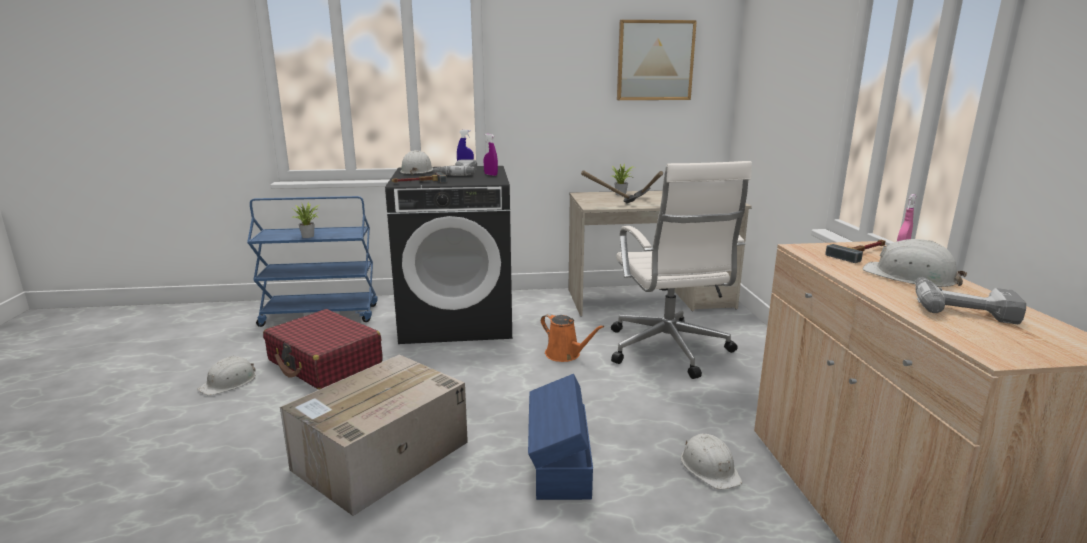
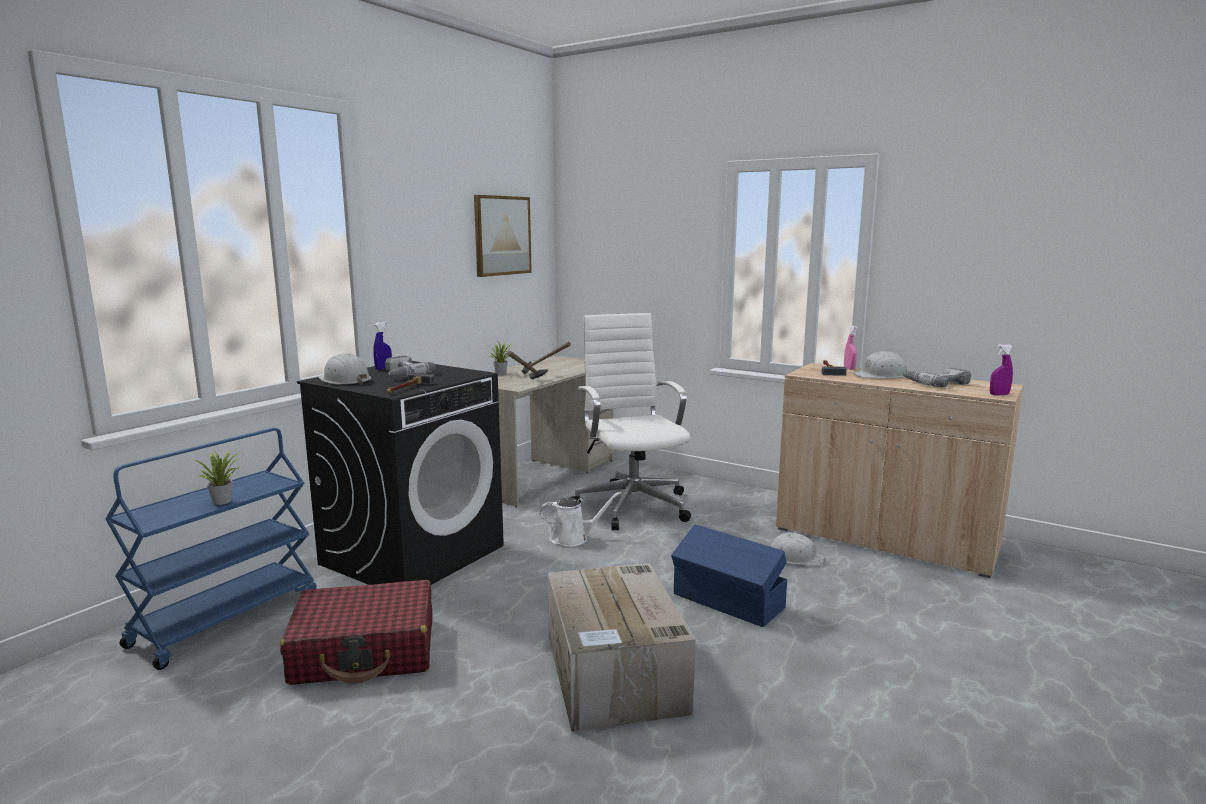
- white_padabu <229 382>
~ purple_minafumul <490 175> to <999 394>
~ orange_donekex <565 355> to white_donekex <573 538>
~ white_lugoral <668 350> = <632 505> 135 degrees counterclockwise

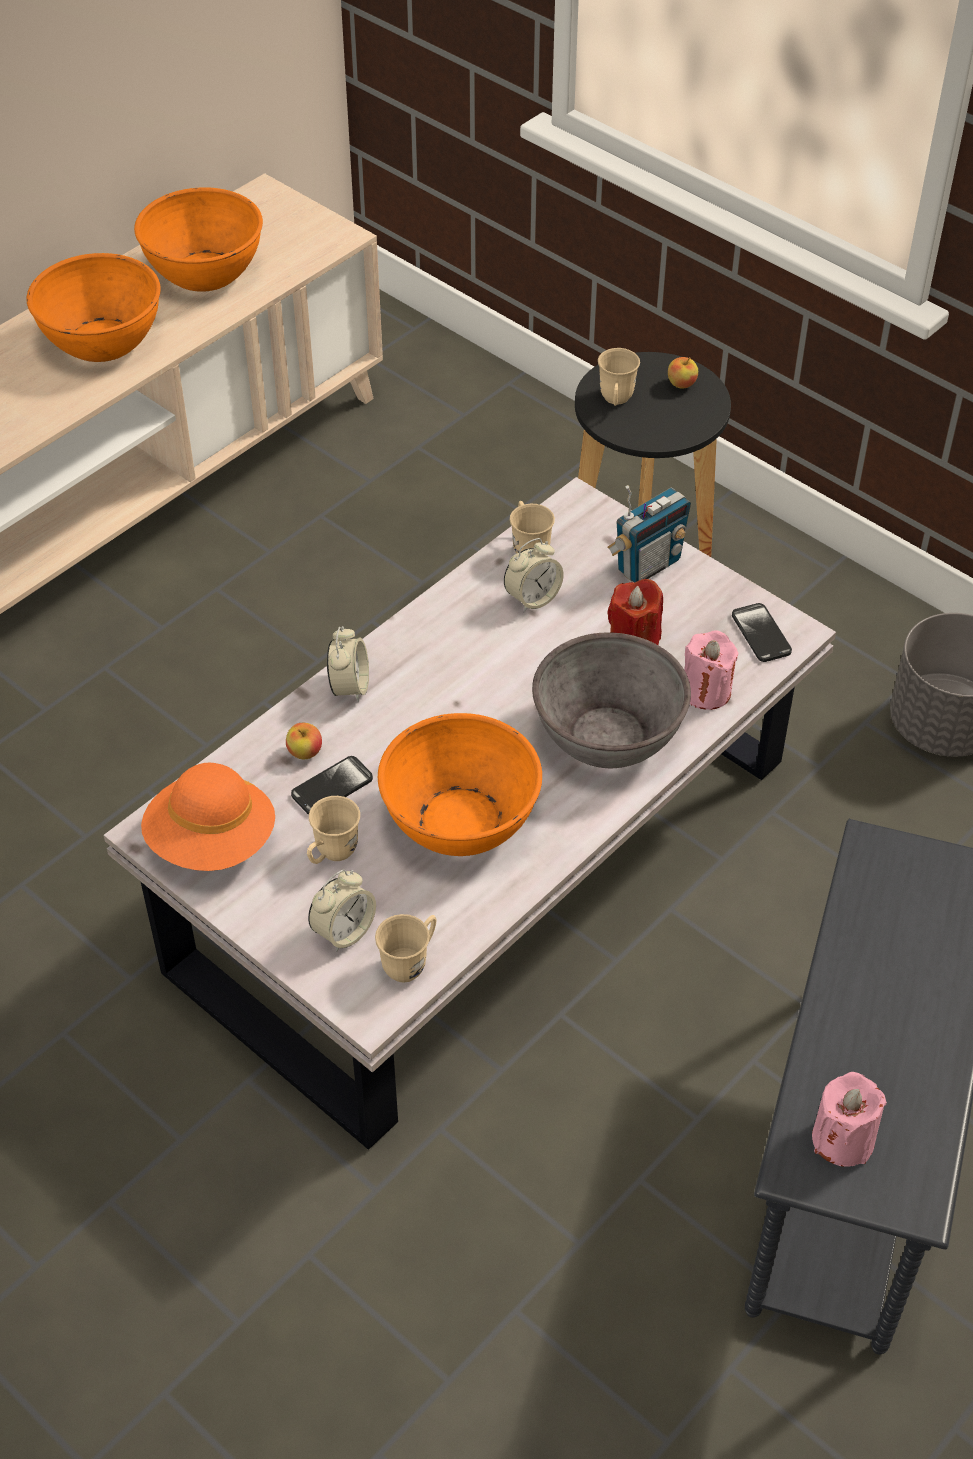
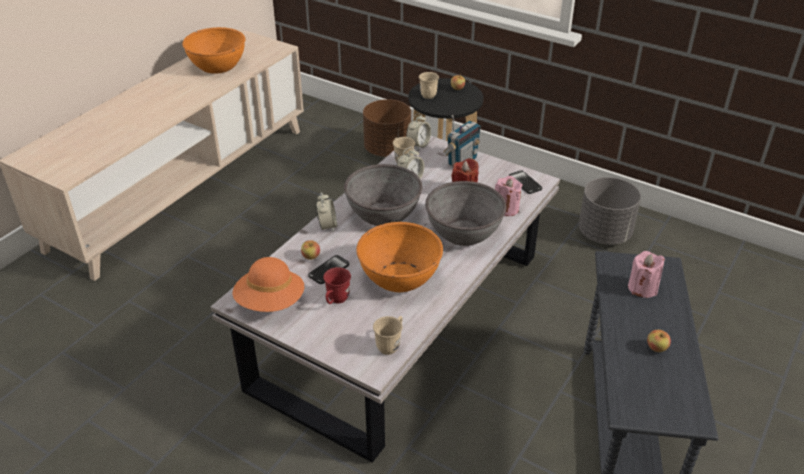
- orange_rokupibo <102 340>
+ grey_rokupibo <383 214>
+ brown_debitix <388 150>
+ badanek <656 348>
~ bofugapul <344 931> to <418 145>
~ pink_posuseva <843 1139> to <642 288>
~ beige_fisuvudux <331 855> to red_fisuvudux <336 300>

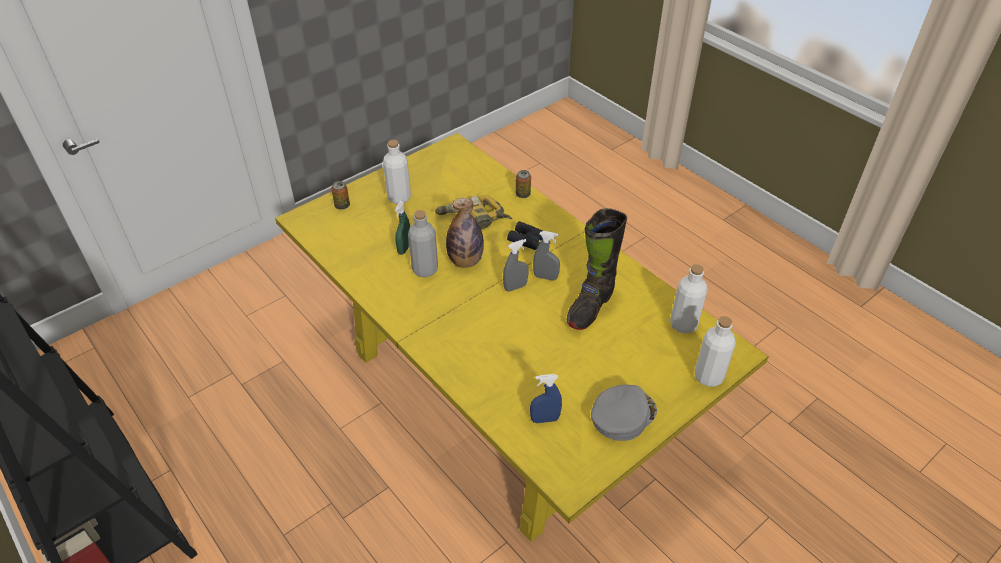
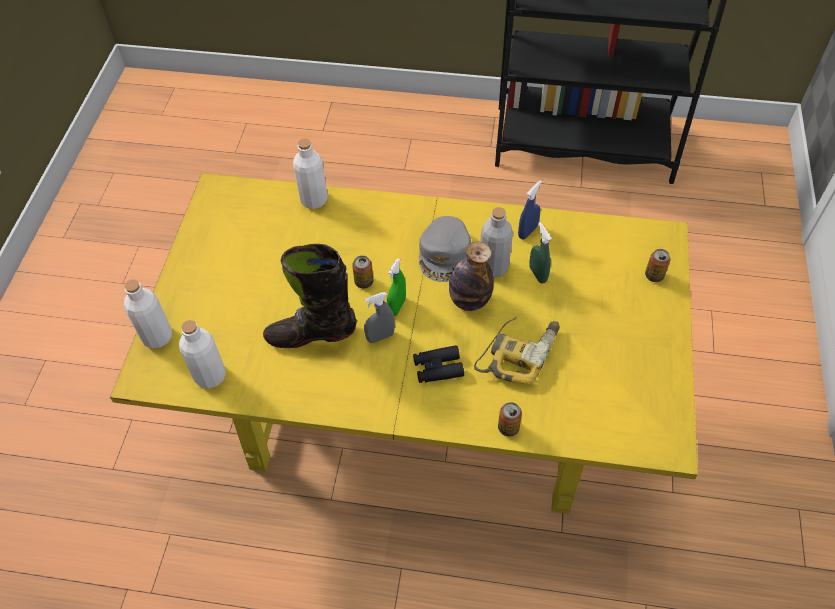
+ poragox <364 282>
~ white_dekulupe <399 197> to <314 200>
~ blue_minafumul <544 419> to <527 232>
~ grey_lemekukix <622 415> to <445 253>
~ grey_minafumul <515 287> to green_minafumul <397 306>
~ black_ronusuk <590 307> = <311 334> 90 degrees counterclockwise

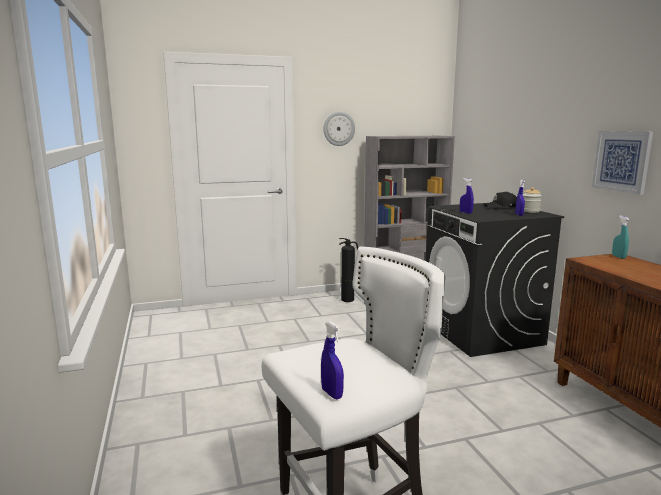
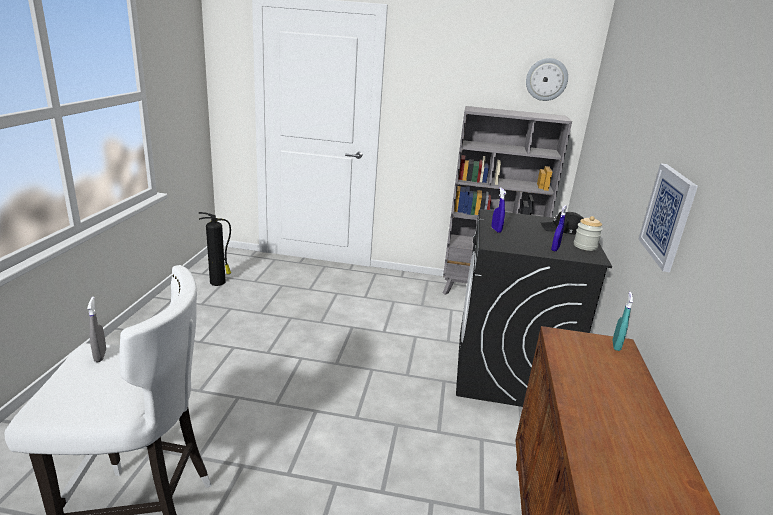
- blue_minafumul <332 394>
+ grey_minafumul <100 356>
~ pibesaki <339 128> to <546 79>
~ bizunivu <348 299> to <218 282>

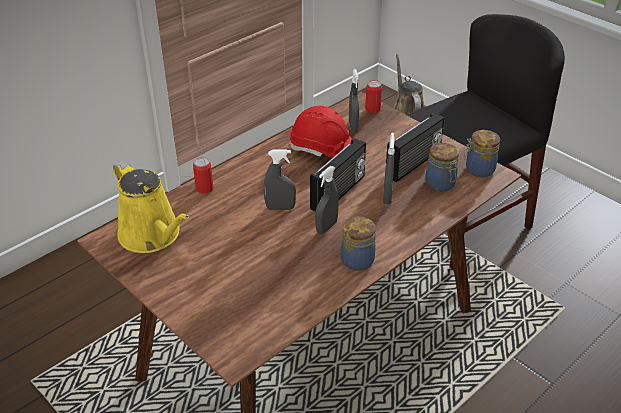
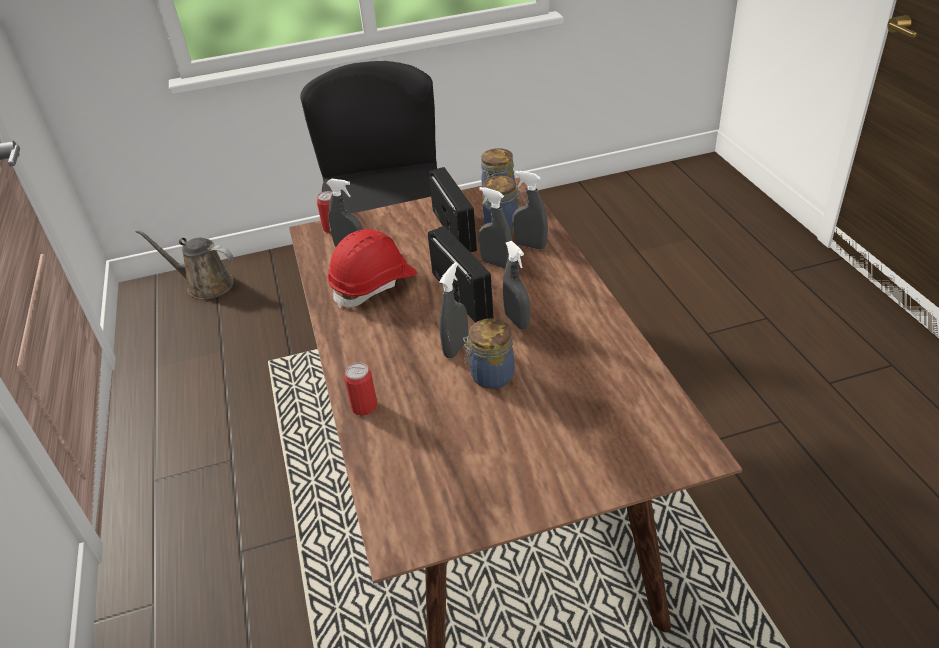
- yellow_donekex <152 235>
+ grey_minafumul <530 245>
~ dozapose <356 259> to <490 376>

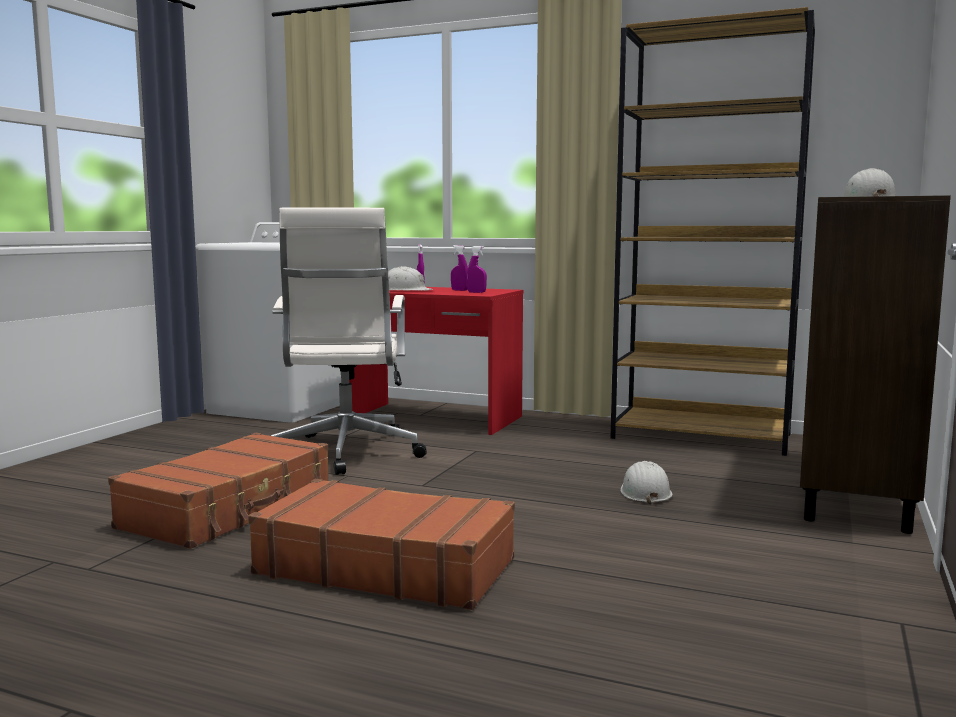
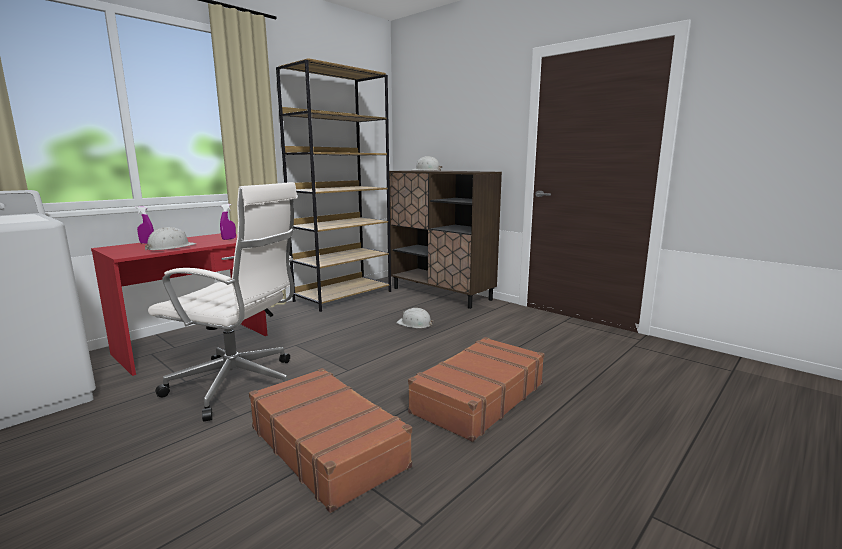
- purple_minafumul <459 290>

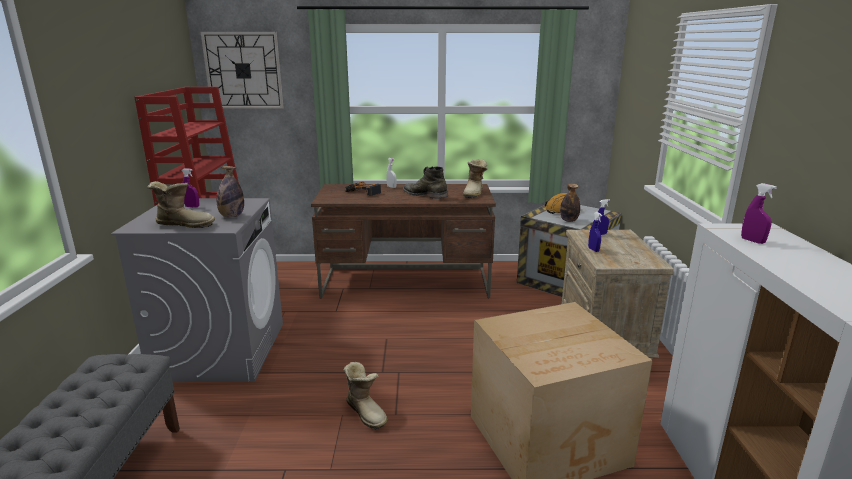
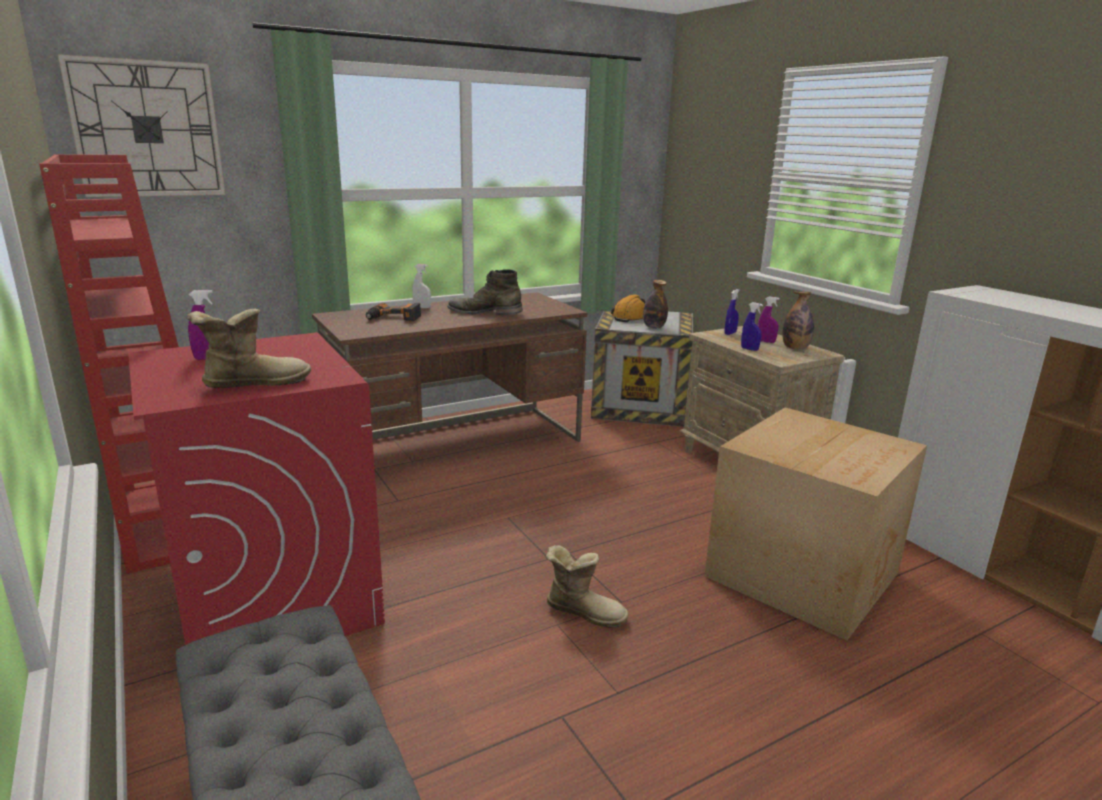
- ronusuk <475 193>
~ dekulupe <232 216> to <795 348>
~ purple_minafumul <752 241> to <765 341>
~ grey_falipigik <221 350> to red_falipigik <275 598>

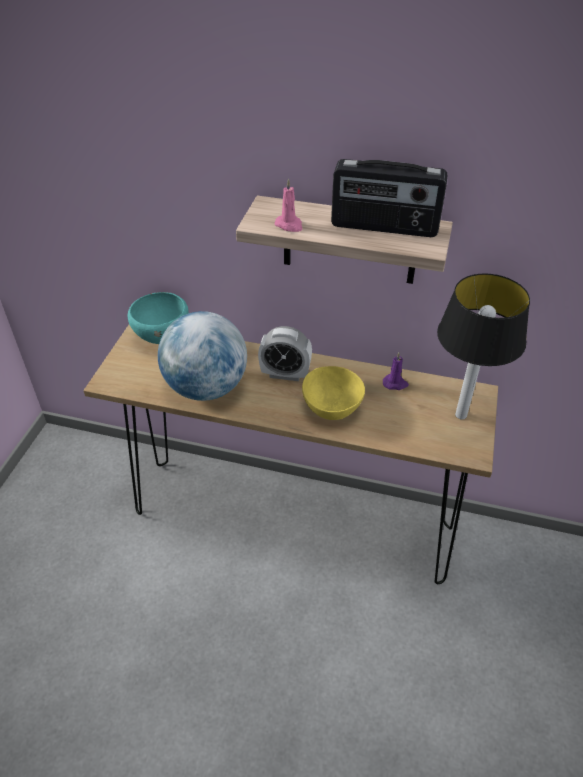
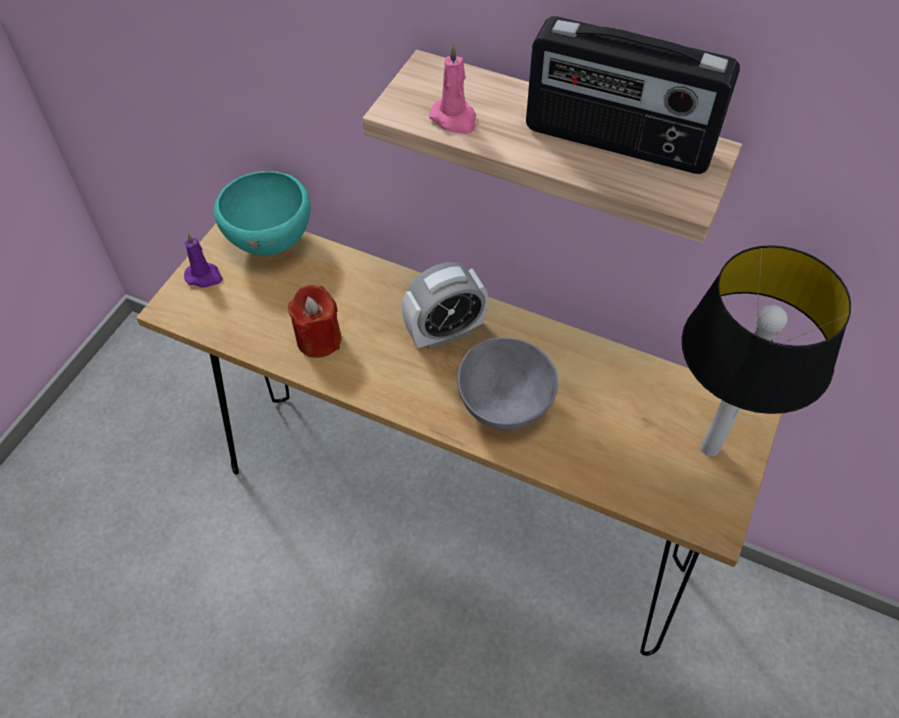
~ purple_posuseva <395 383> to <204 276>
~ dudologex <206 388> to red_posuseva <318 339>
~ yellow_rokupibo <332 407> to grey_rokupibo <505 402>
~ bofugapul <285 374> = <445 332> 45 degrees counterclockwise

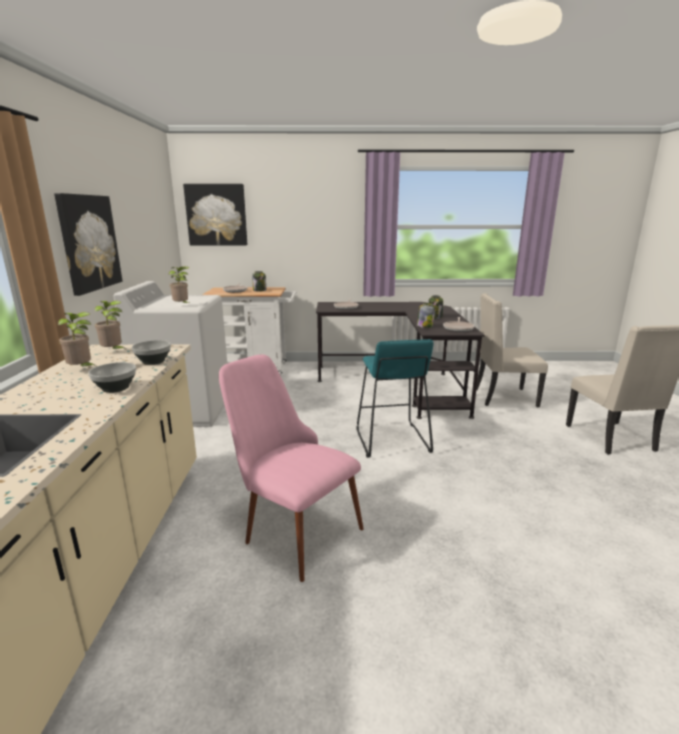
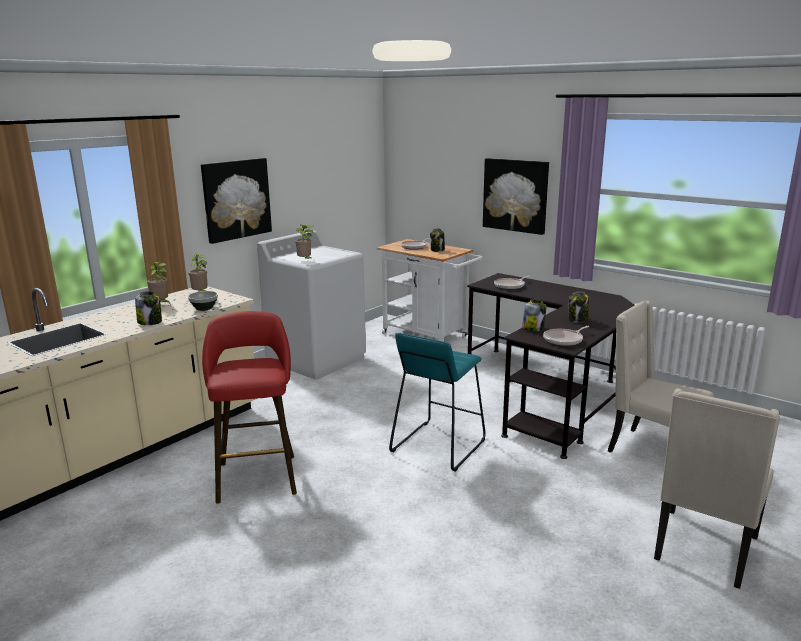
~ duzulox <216 215> to <515 195>
~ rokupibo <115 388> to dozapose <150 322>
~ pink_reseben <291 527> to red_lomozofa <257 475>

